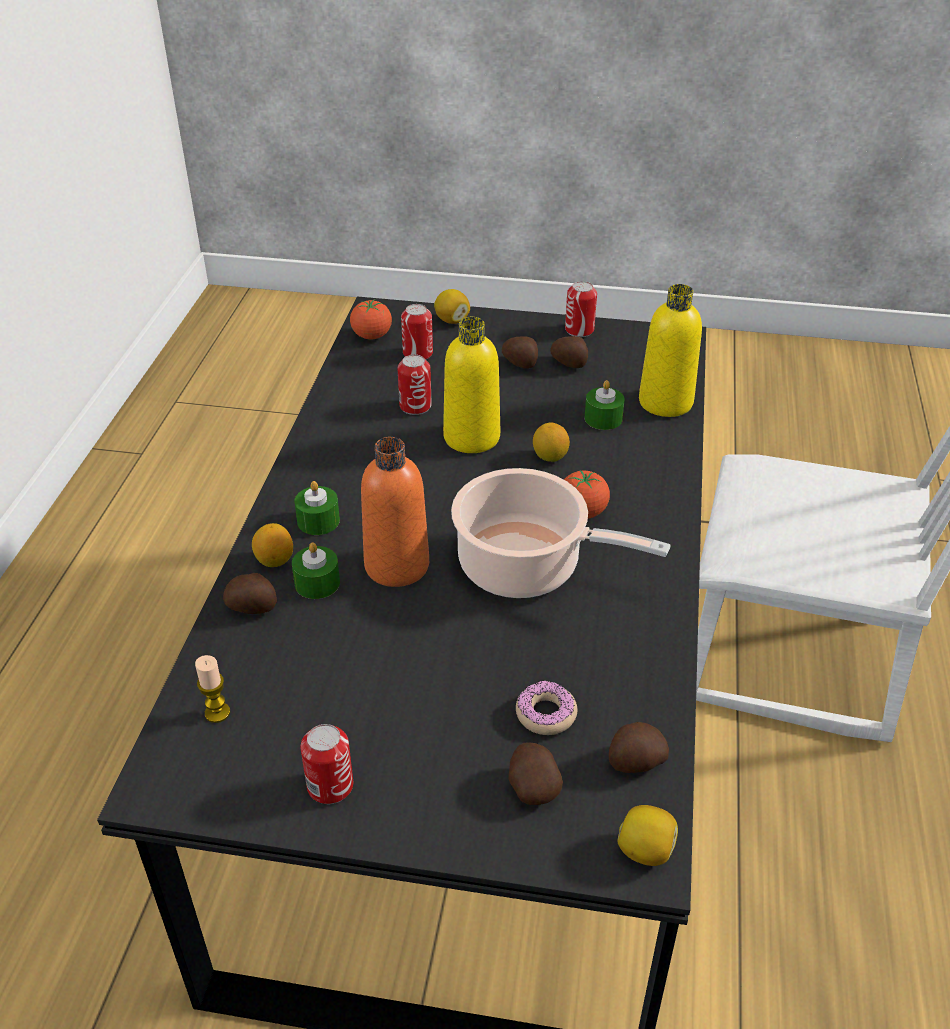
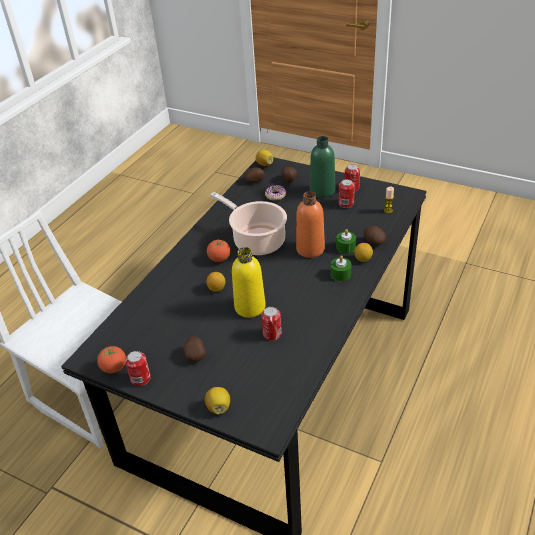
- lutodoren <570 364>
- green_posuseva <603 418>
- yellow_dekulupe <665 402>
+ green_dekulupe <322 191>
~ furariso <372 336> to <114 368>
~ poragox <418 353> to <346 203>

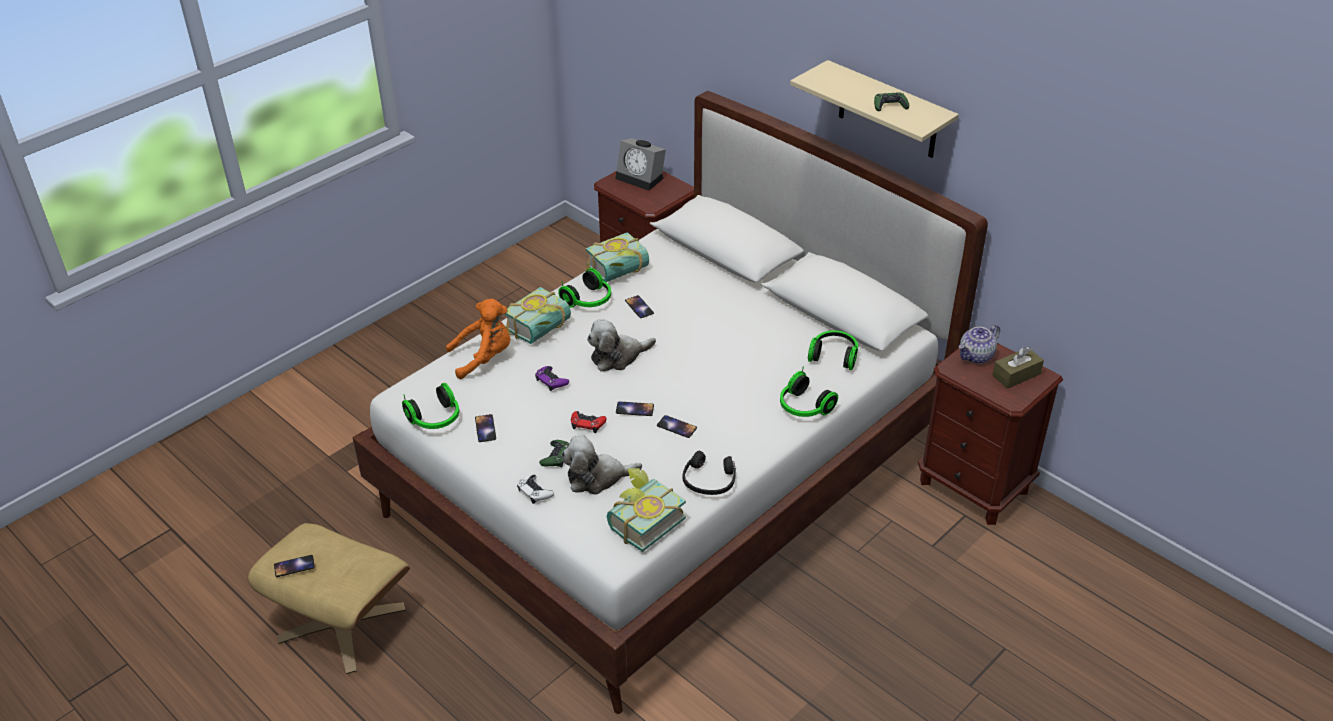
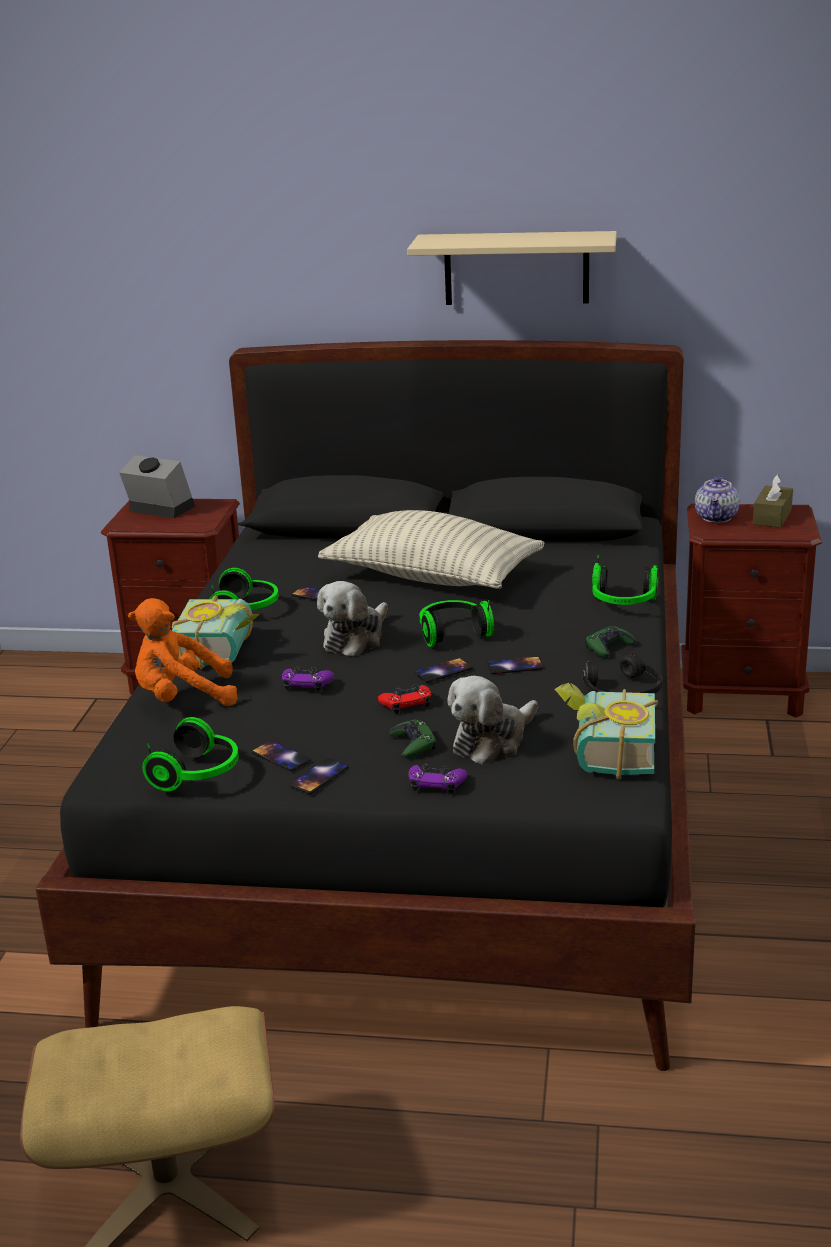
- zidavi <621 272>
+ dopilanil <432 577>
~ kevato <294 566> to <319 777>
~ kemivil <834 356> to <453 633>
~ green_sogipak <890 105> to <608 647>
~ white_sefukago <669 477> to black_sefukago <427 820>
~ white_sogipak <535 491> to purple_sogipak <436 783>
~ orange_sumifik <484 358> = <182 699> 135 degrees counterclockwise
~ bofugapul <642 178> = <158 509> 150 degrees counterclockwise

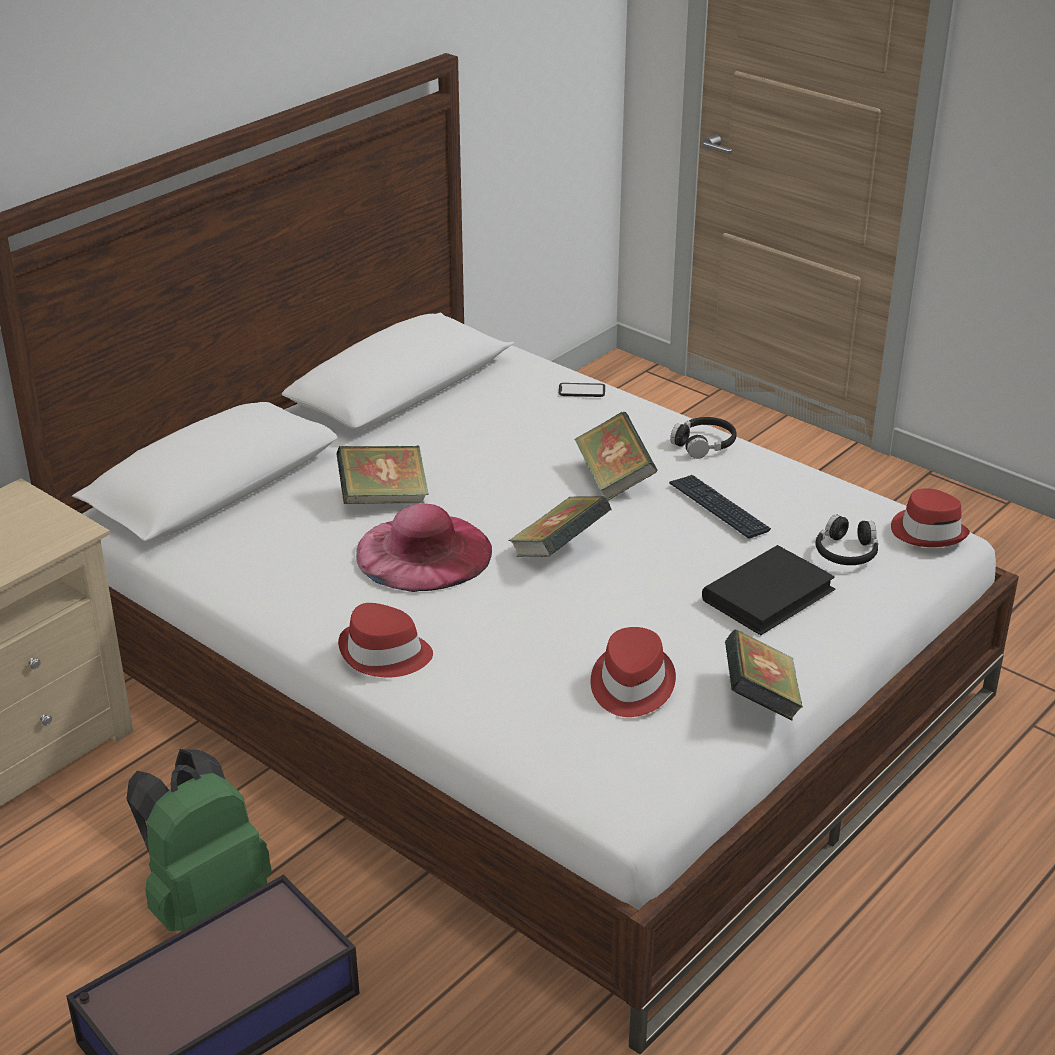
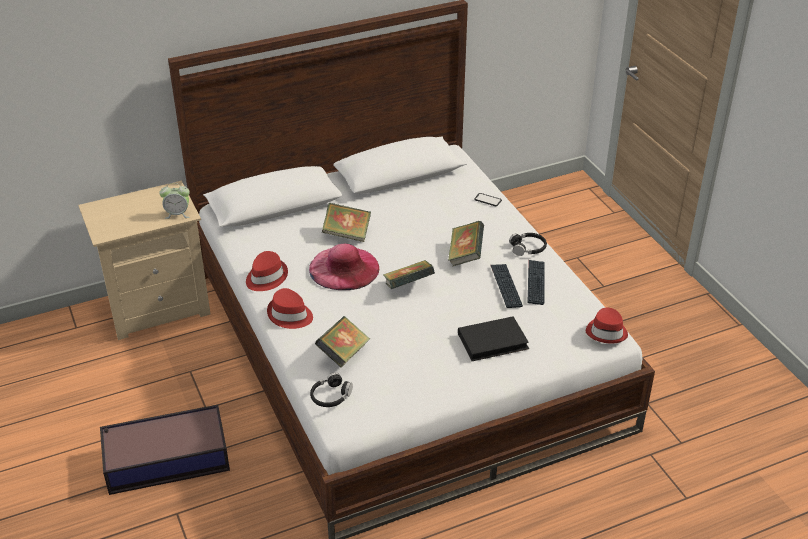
- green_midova <204 900>
+ bofugapul <177 214>
+ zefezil <535 283>
~ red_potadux <631 685> to <266 277>
~ zidavi <760 700> to <343 354>
~ black_kemivil <846 552> to <331 396>

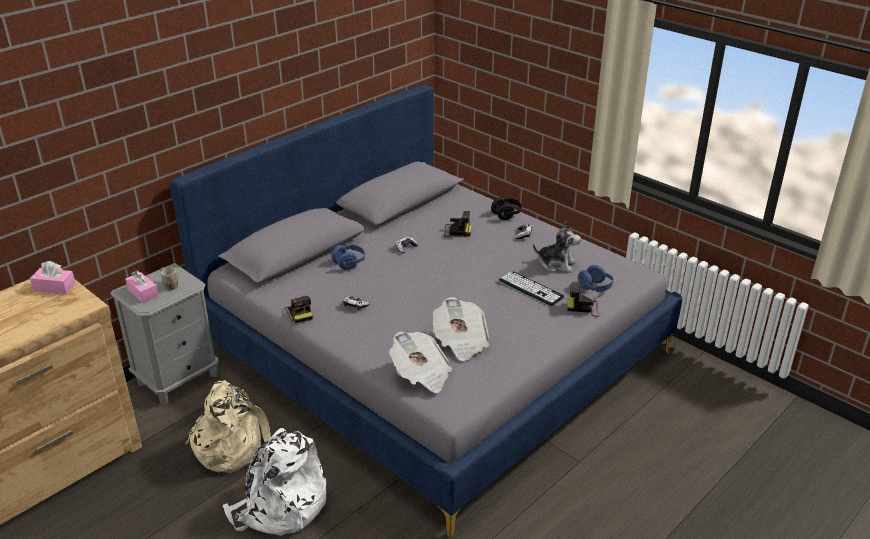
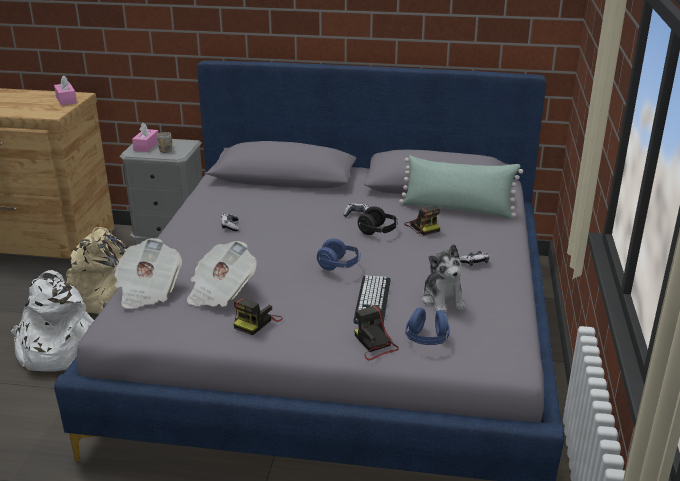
+ green_dopilanil <457 209>
~ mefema <300 312> to <257 322>
~ blue_kemivil <349 263> to <339 266>
~ black_kemivil <506 214> to <378 232>

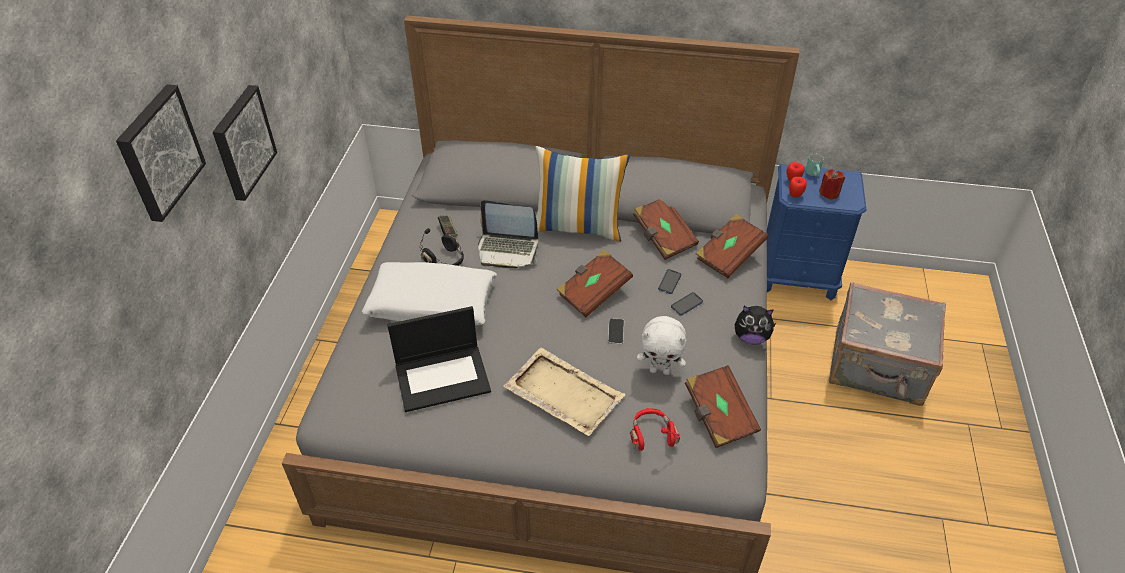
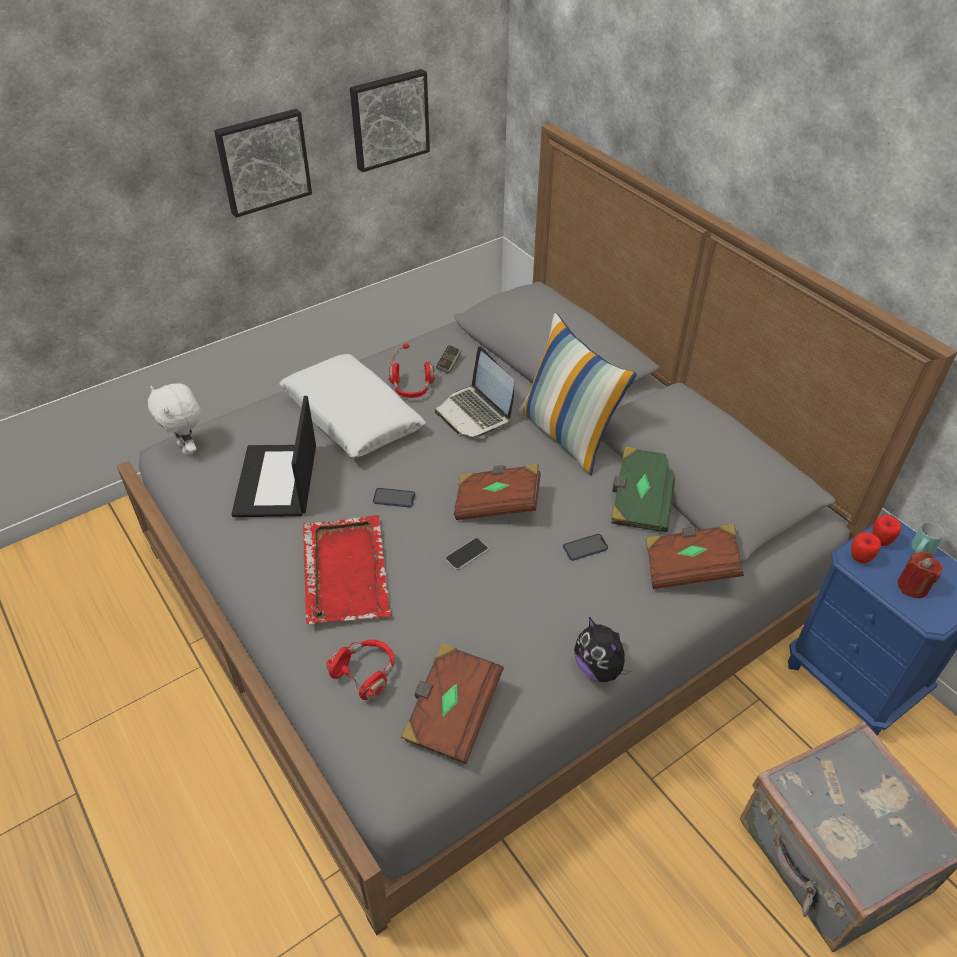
~ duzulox <158 152> to <389 119>
~ white_sumifik <660 370> to <187 448>
~ kevato <686 304> to <394 498>
~ black_kemivil <445 260> to red_kemivil <412 388>
~ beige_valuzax <563 393> to red_valuzax <345 570>
~ brown_zidavi <663 238> to green_zidavi <640 501>
~ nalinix <443 377> = <277 482> 60 degrees clockwise

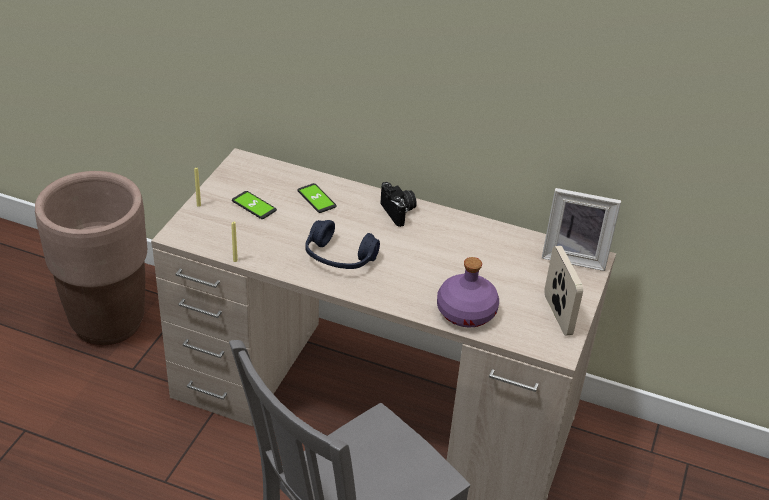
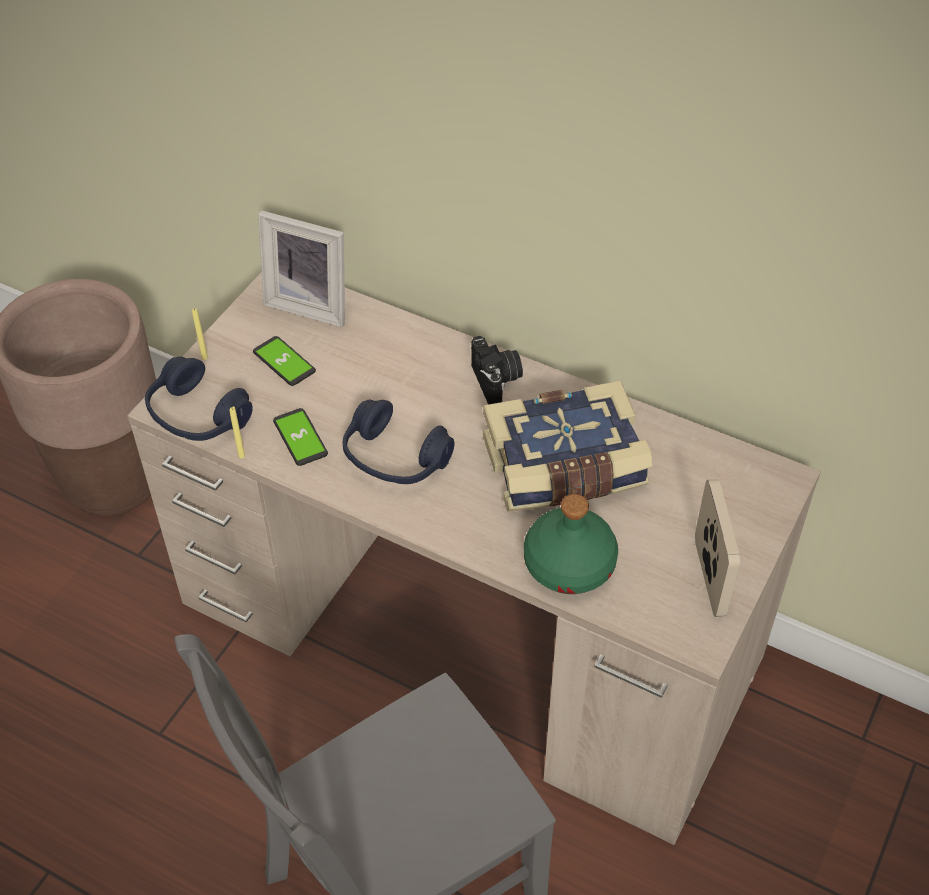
+ blue_kemivil <197 416>
+ zidavi <565 468>
~ kevato <316 199> to <300 438>
~ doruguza <574 256> to <311 304>
~ purple_dekulupe <467 312> to green_dekulupe <570 565>

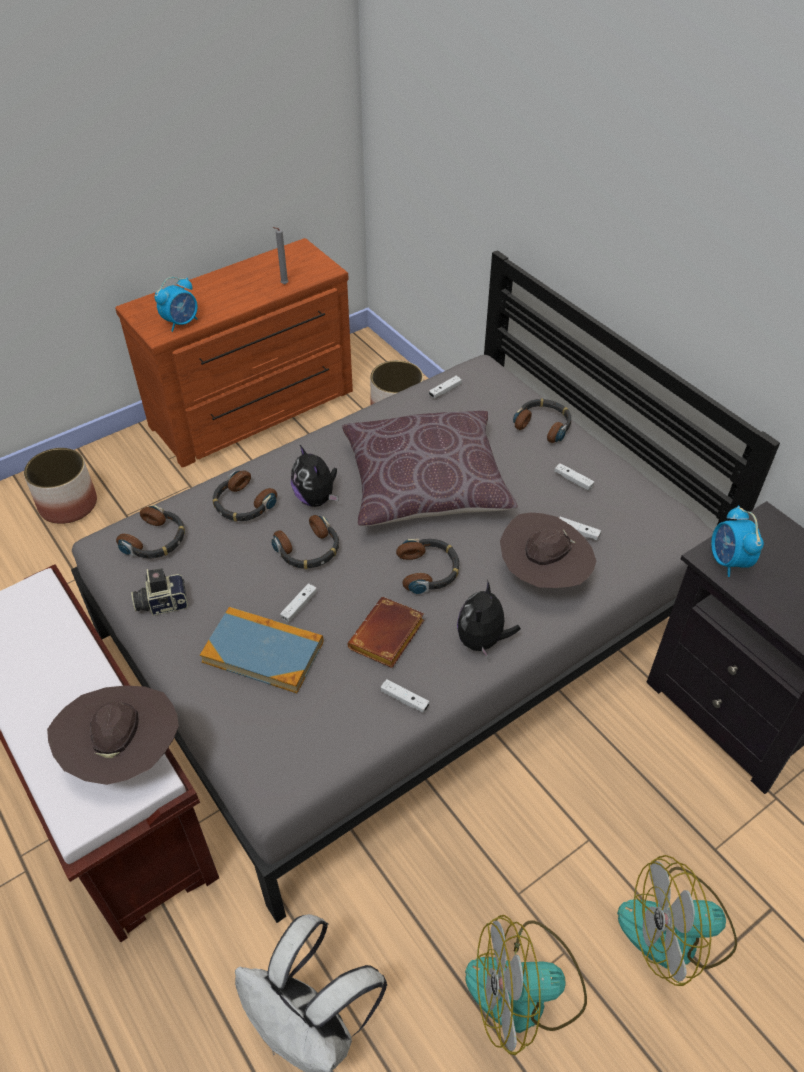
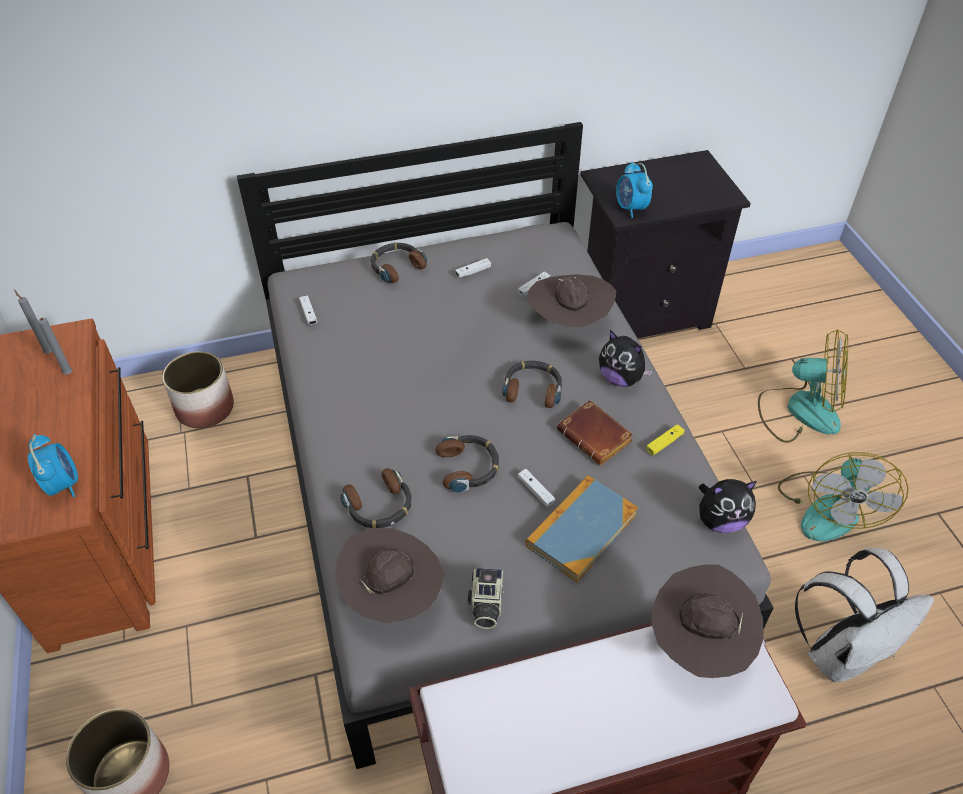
- brown_dopilanil <426 484>
+ grey_posuseva <48 352>
~ sumifik <316 498> to <720 520>
~ kemivil <155 540> to brown_potadux <393 595>
~ white_sogipak <404 699> to yellow_sogipak <664 443>
~ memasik <676 932> = <799 410> 90 degrees counterclockwise
~ bofugapul <728 561> = <631 208> 60 degrees clockwise

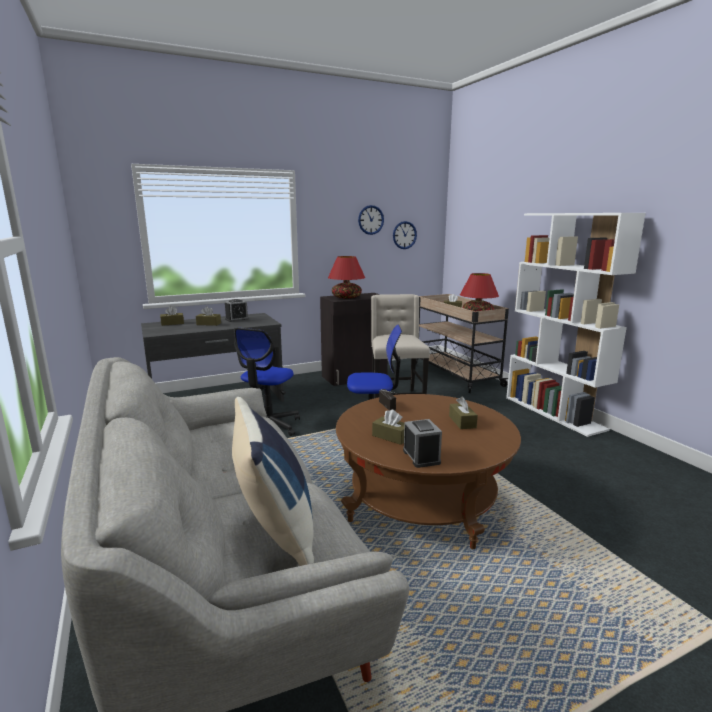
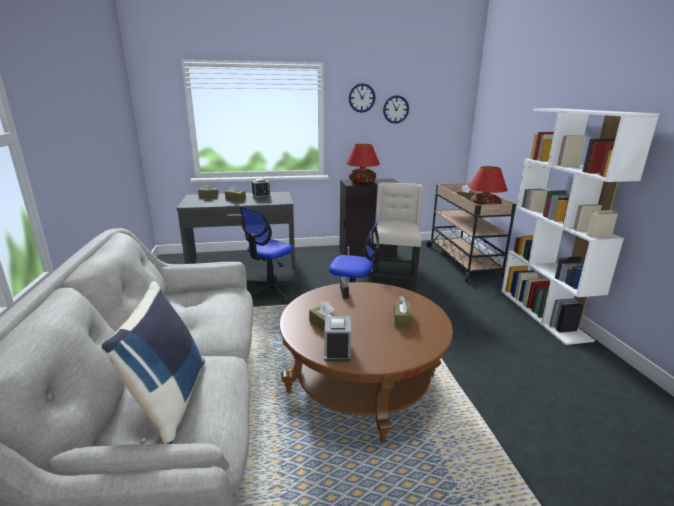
~ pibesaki <404 235> to <361 98>

